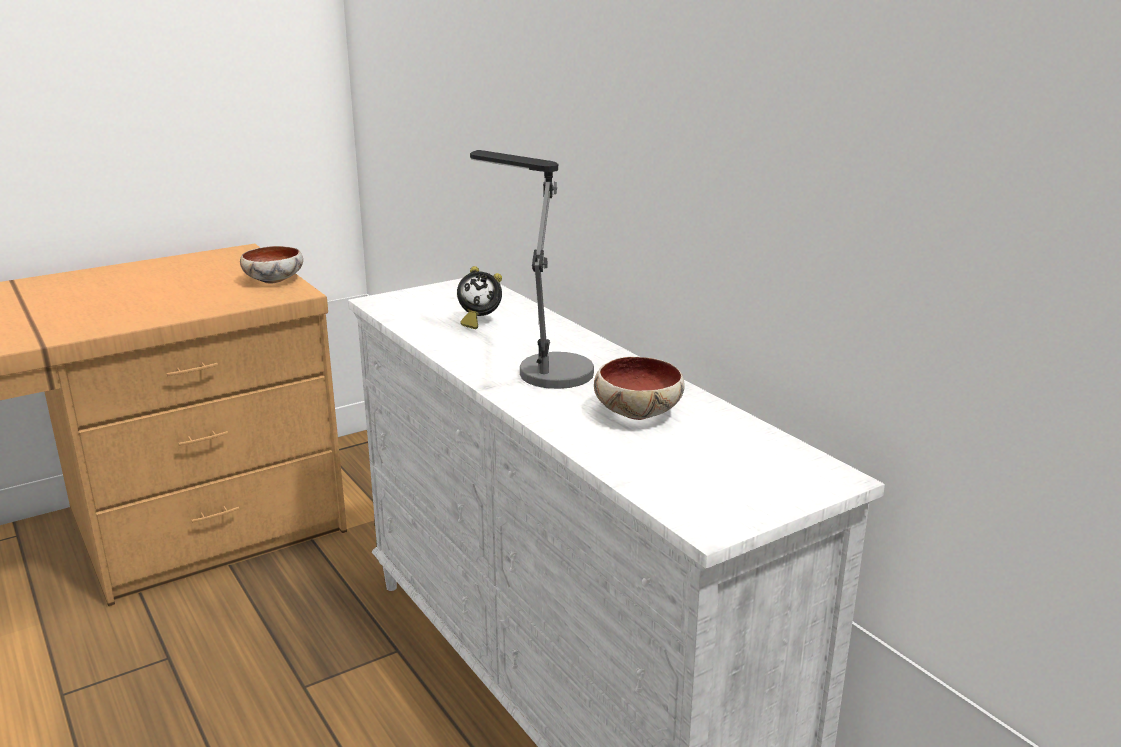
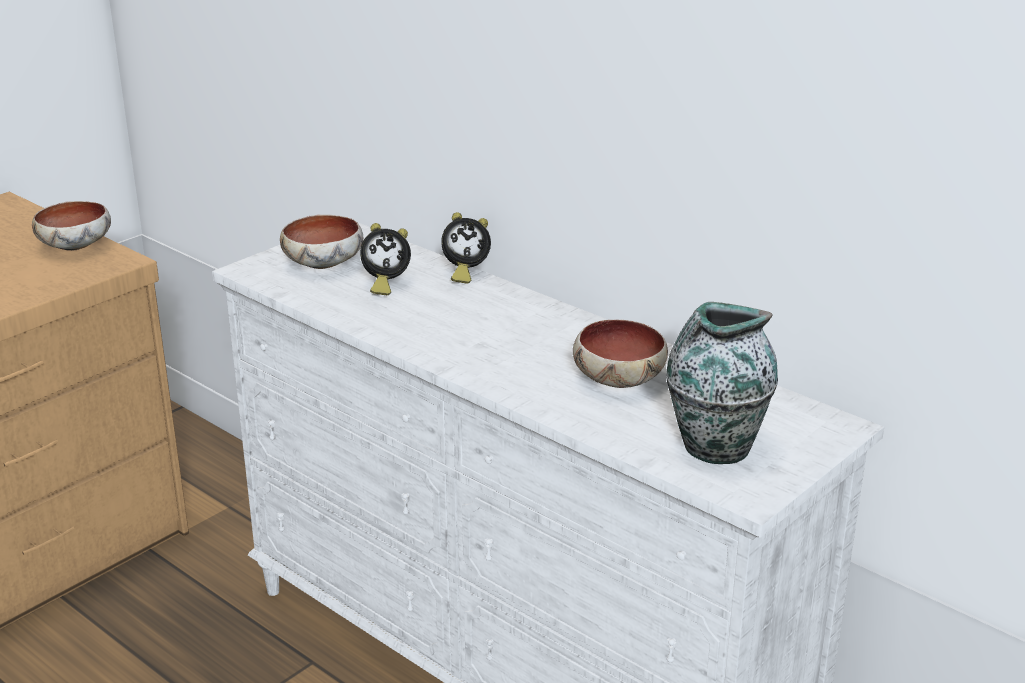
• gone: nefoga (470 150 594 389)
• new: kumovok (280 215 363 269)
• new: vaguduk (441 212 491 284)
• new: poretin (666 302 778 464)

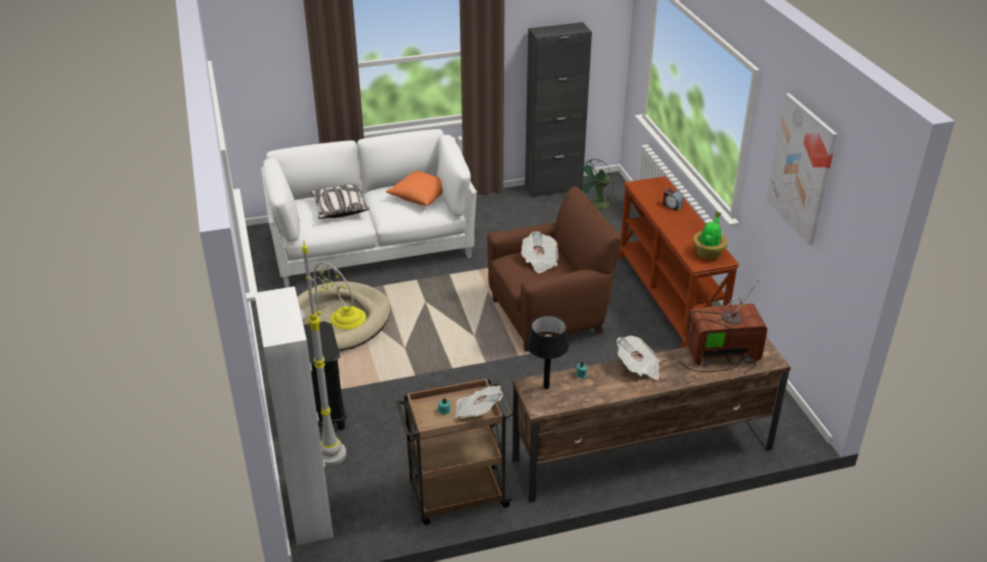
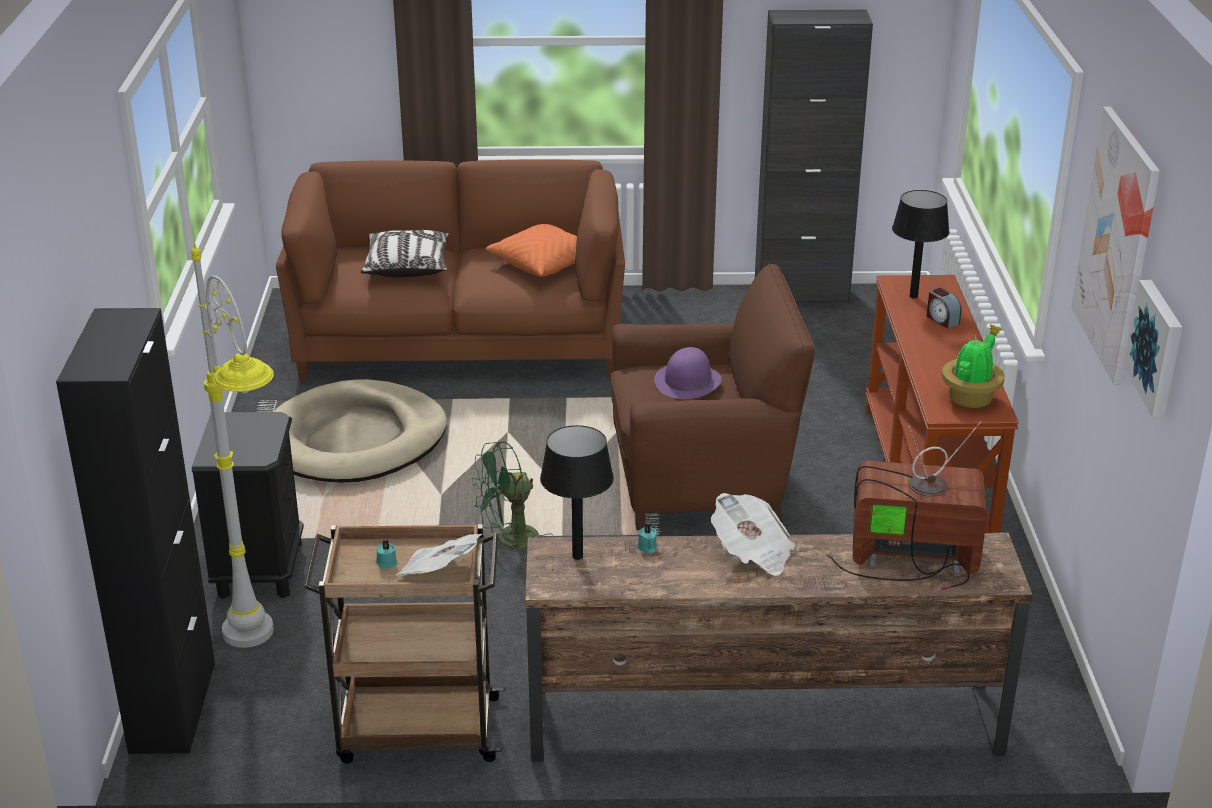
• new: black nefoga (892 190 950 299)
• new: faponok (1123 280 1182 417)
• shifted: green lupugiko (577 159 615 212) to (472 441 554 558)
• swapped: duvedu (521 231 558 273) to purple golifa (654 347 722 399)
• repainted: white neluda (254 286 333 545) to black neluda (56 308 215 754)
• repainted: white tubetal (261 129 477 288) to brown tubetal (276 159 625 381)

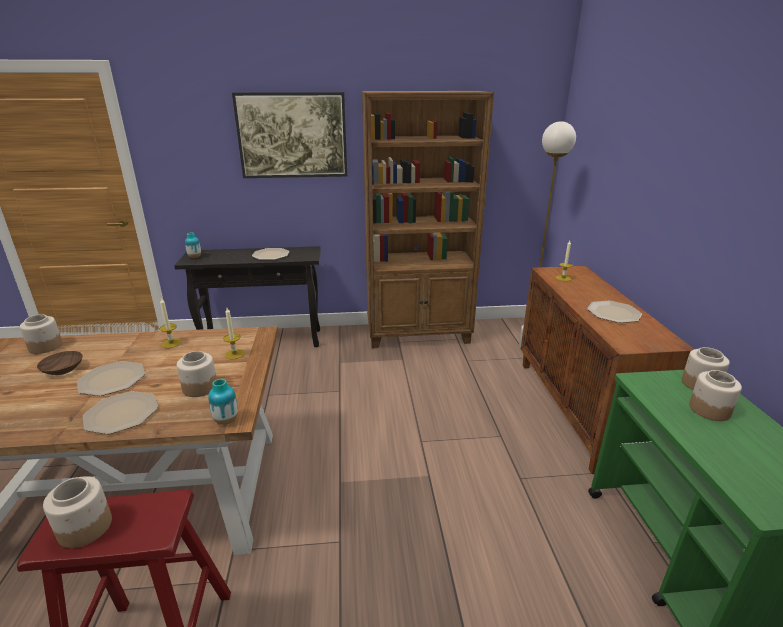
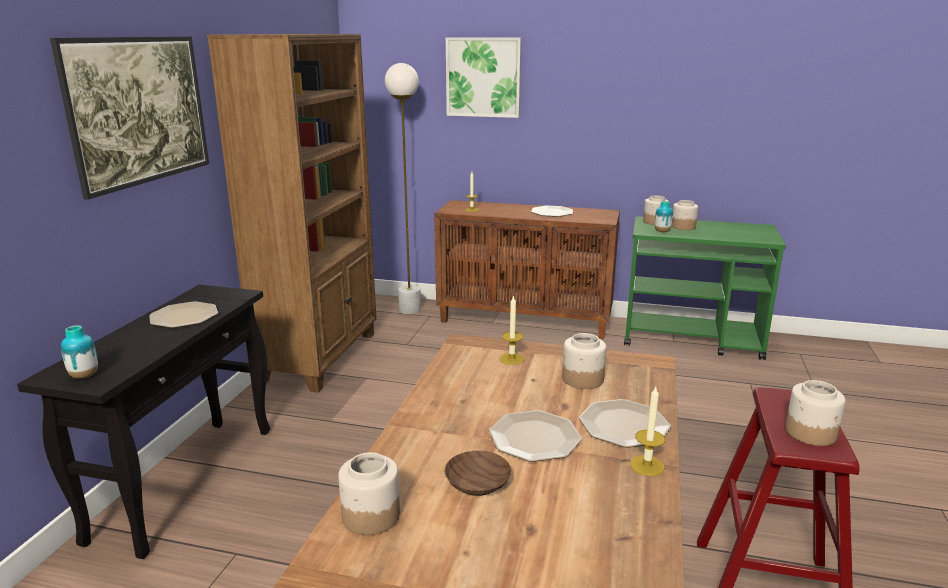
• new: faponok (446 37 522 118)
• shifted: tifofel (159 298 182 348) to (630 387 665 476)
• shifted: poretin (208 379 238 425) to (655 201 673 232)

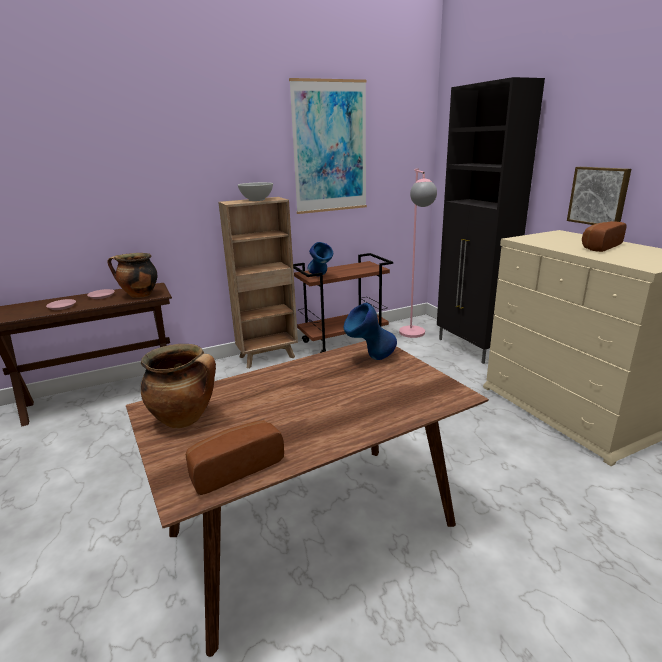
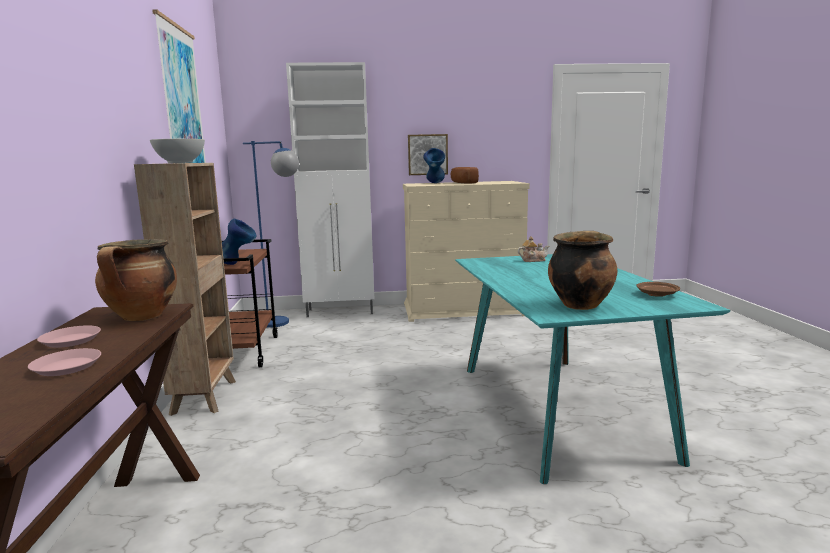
• new: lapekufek (518 236 549 262)
• shifted: blue poretin (344 303 397 360) to (423 148 445 183)
• swapped: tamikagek (186 420 284 495) to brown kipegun (636 282 680 297)
• repainted: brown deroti (126 341 489 657) to turquoise deroti (455 254 730 484)
• repainted: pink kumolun (399 169 437 338) to blue kumolun (243 141 299 328)
• repainted: black neluda (437 77 545 364) to white neluda (286 62 374 317)

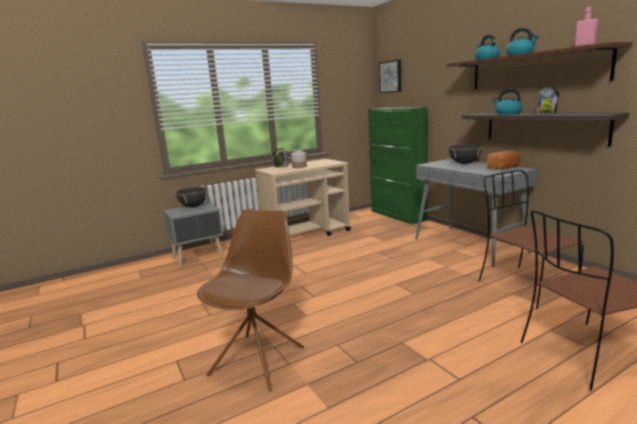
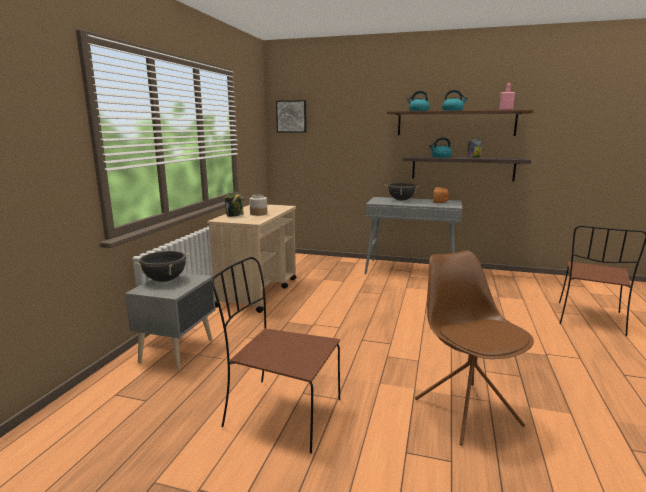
• gone: green neluda (368 107 428 224)
• shifted: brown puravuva (479 170 585 309) to (212 257 340 453)

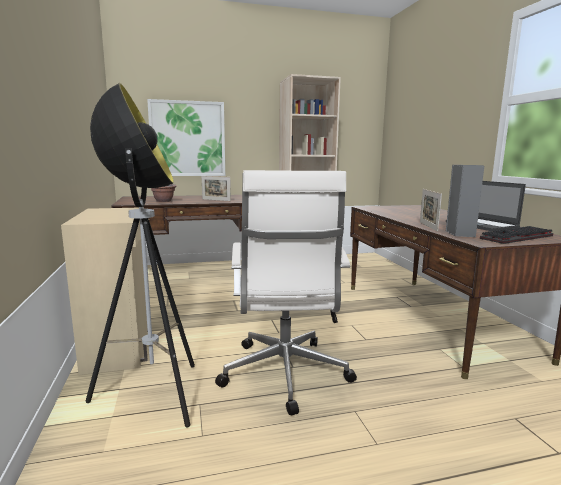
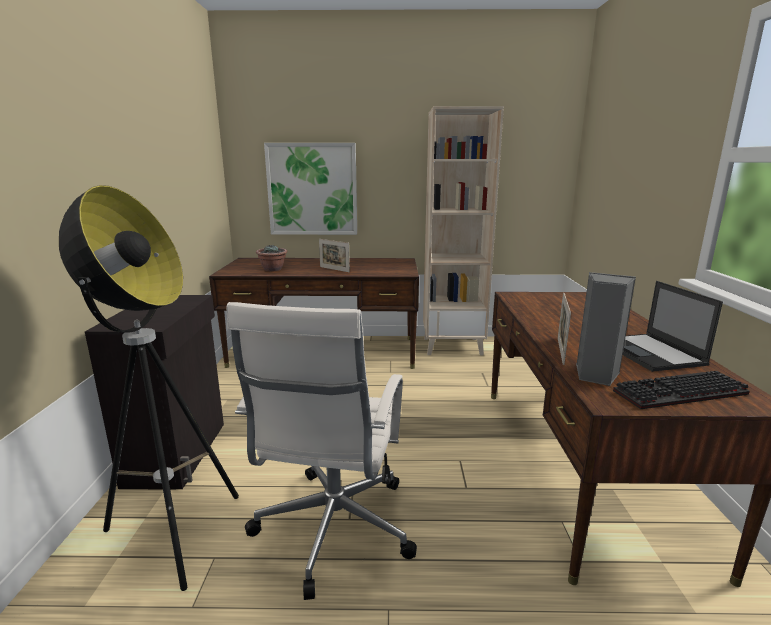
• repainted: beige neluda (61 207 148 375) to black neluda (85 295 224 490)

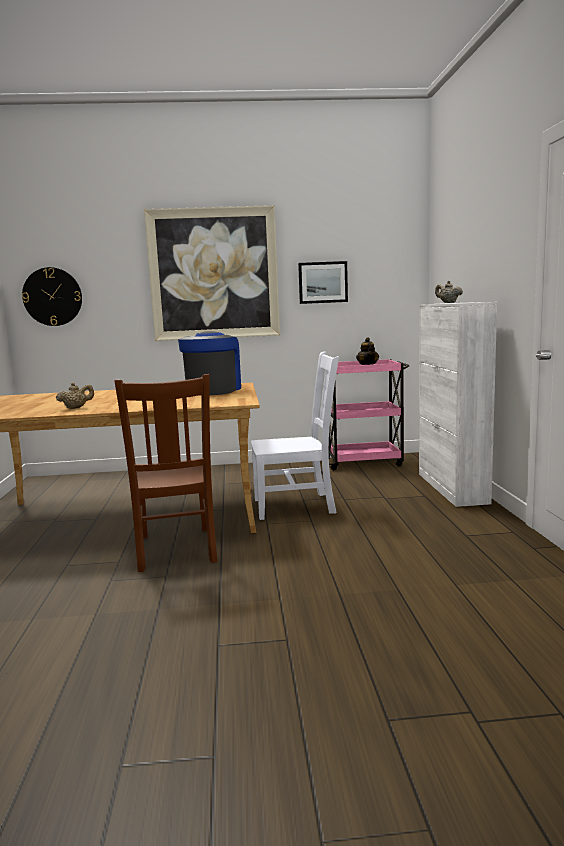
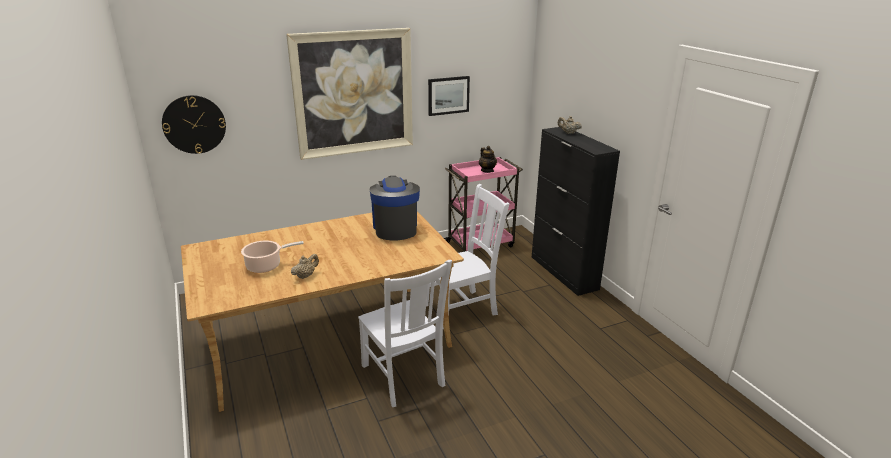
• new: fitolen (241 241 304 273)
• repainted: brown puravuva (114 374 217 572) to white puravuva (358 260 452 407)
• repainted: white neluda (419 302 497 507) to black neluda (532 127 620 296)

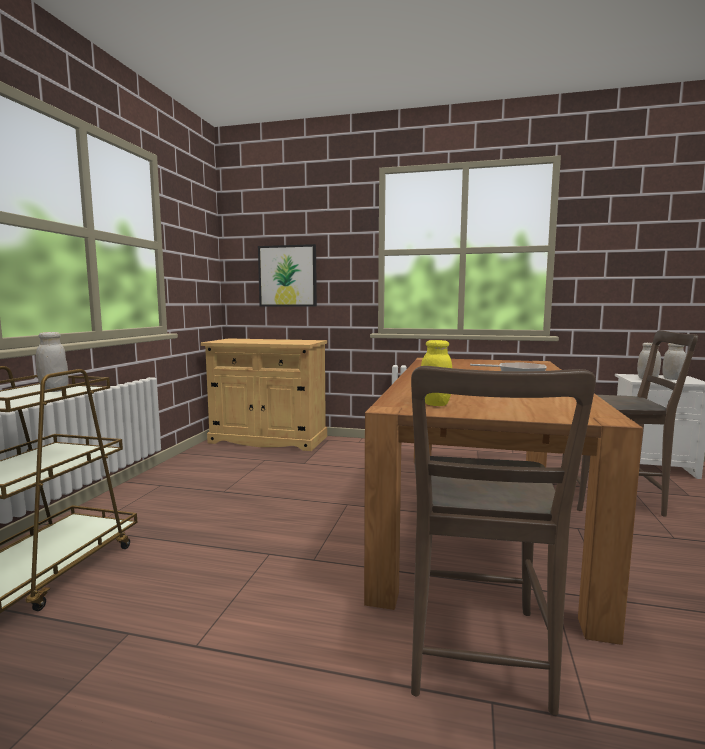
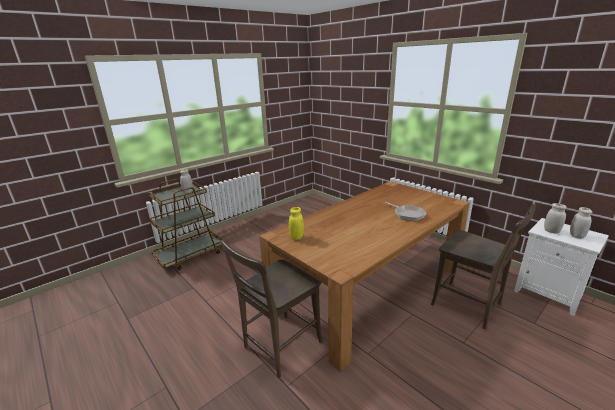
• gone: beige neluda (201 338 327 451)
• gone: faponok (258 244 317 306)

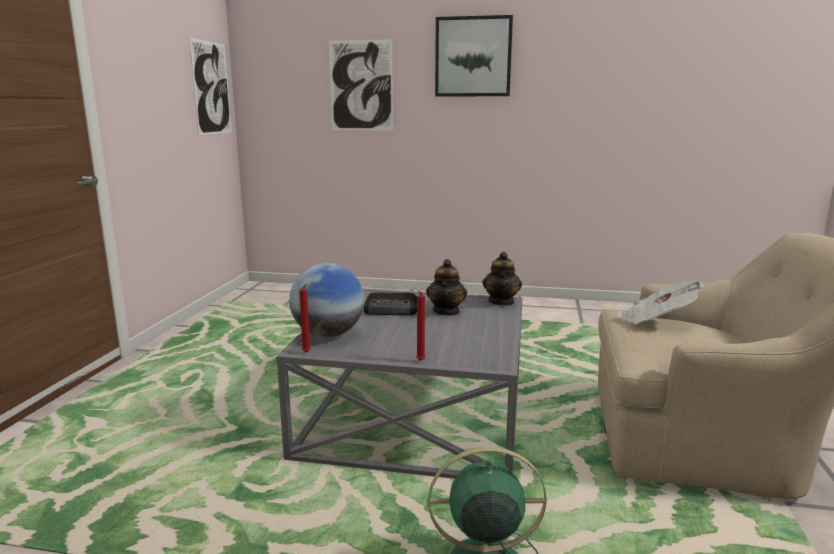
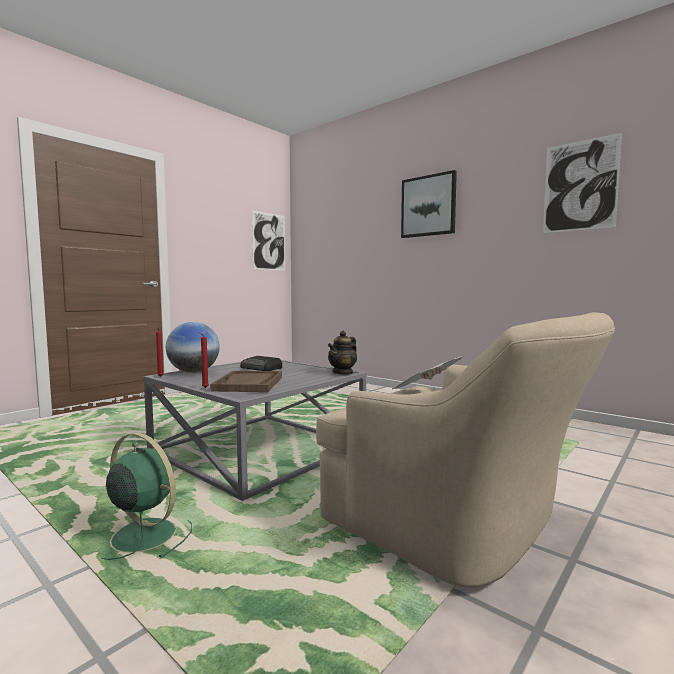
• gone: lapekufek (426 259 467 316)
• new: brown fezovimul (210 371 282 392)
• shifted: faponok (329 39 393 130) to (543 133 622 233)

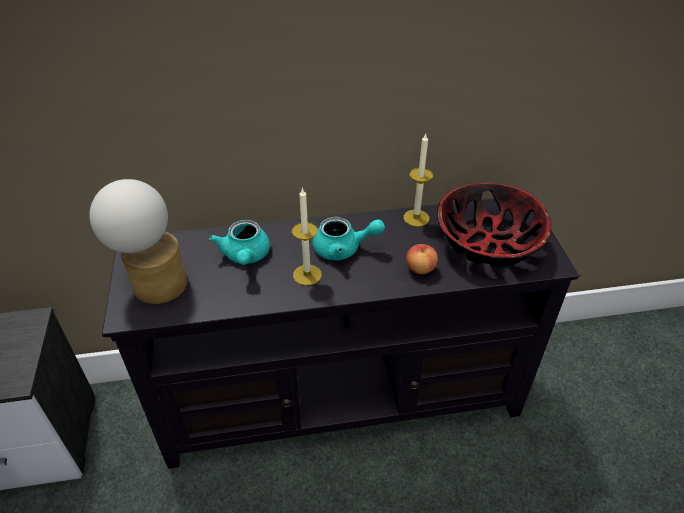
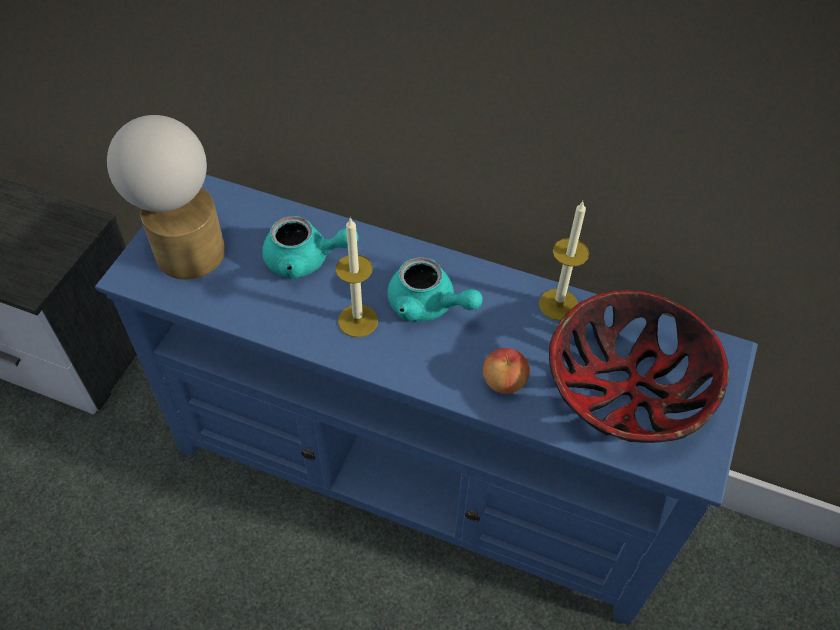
• repainted: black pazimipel (102 199 581 469) to blue pazimipel (95 175 758 625)
• rotated: turquoise lapekufek (209 220 270 265) = (262 216 358 279) 105 degrees counterclockwise

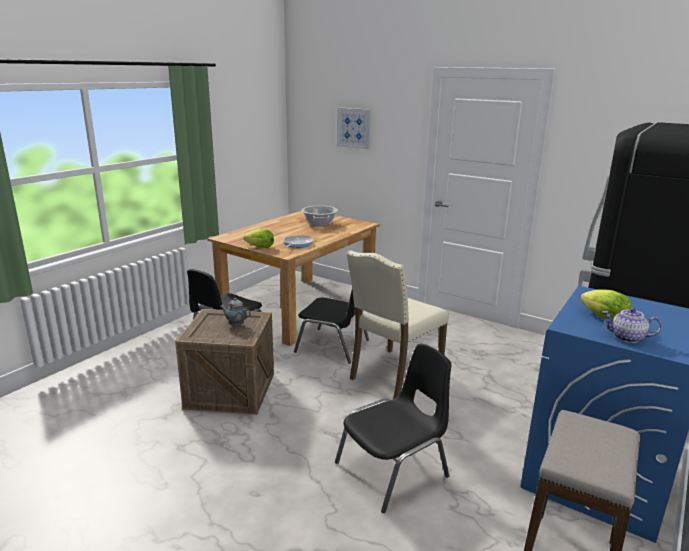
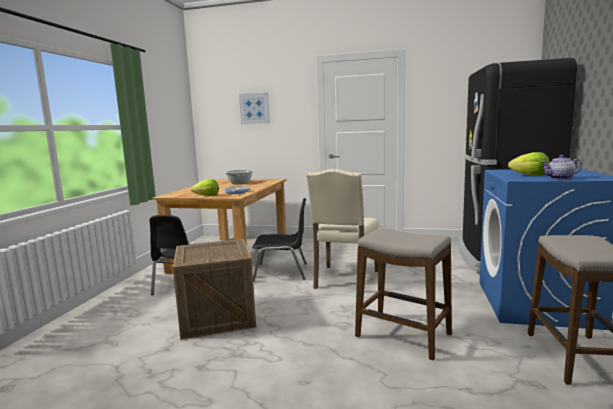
• gone: lapekufek (220 298 251 326)
• swapped: black puravuva (335 344 452 513) to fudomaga (355 228 452 360)

